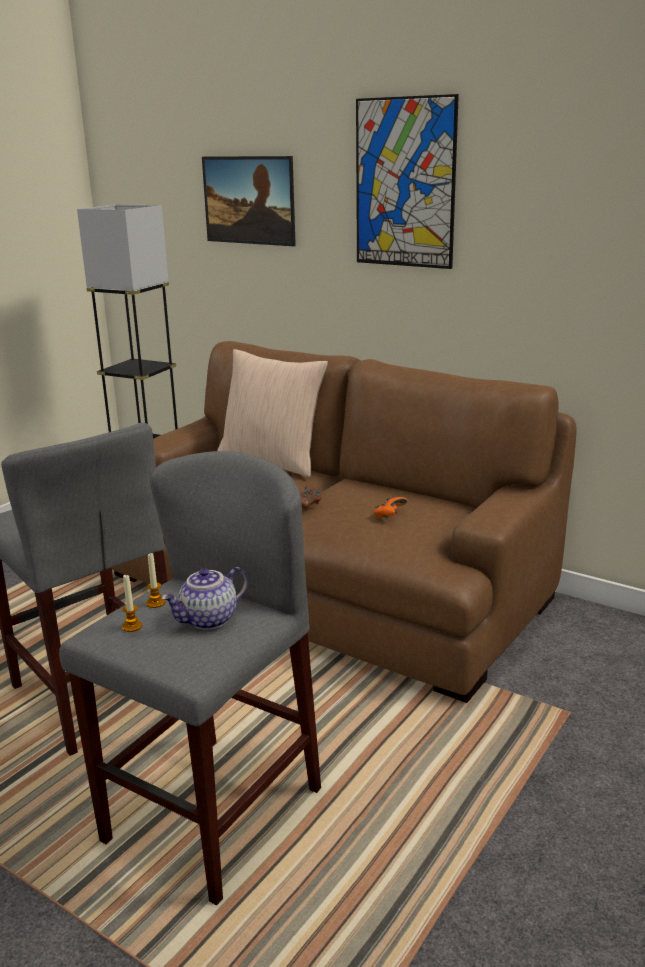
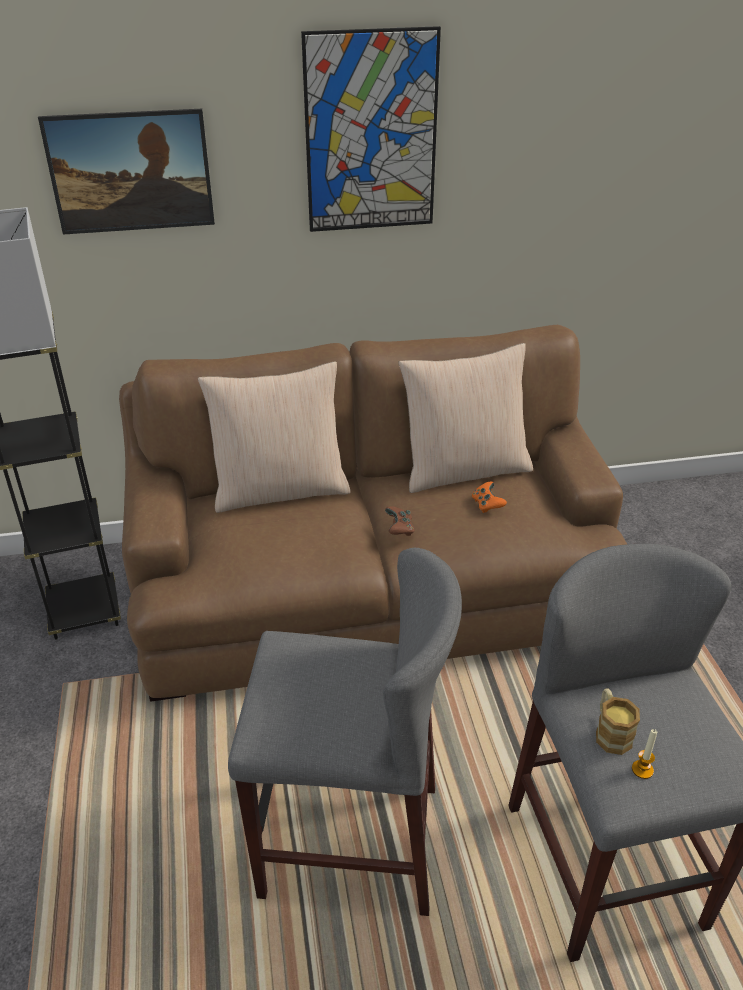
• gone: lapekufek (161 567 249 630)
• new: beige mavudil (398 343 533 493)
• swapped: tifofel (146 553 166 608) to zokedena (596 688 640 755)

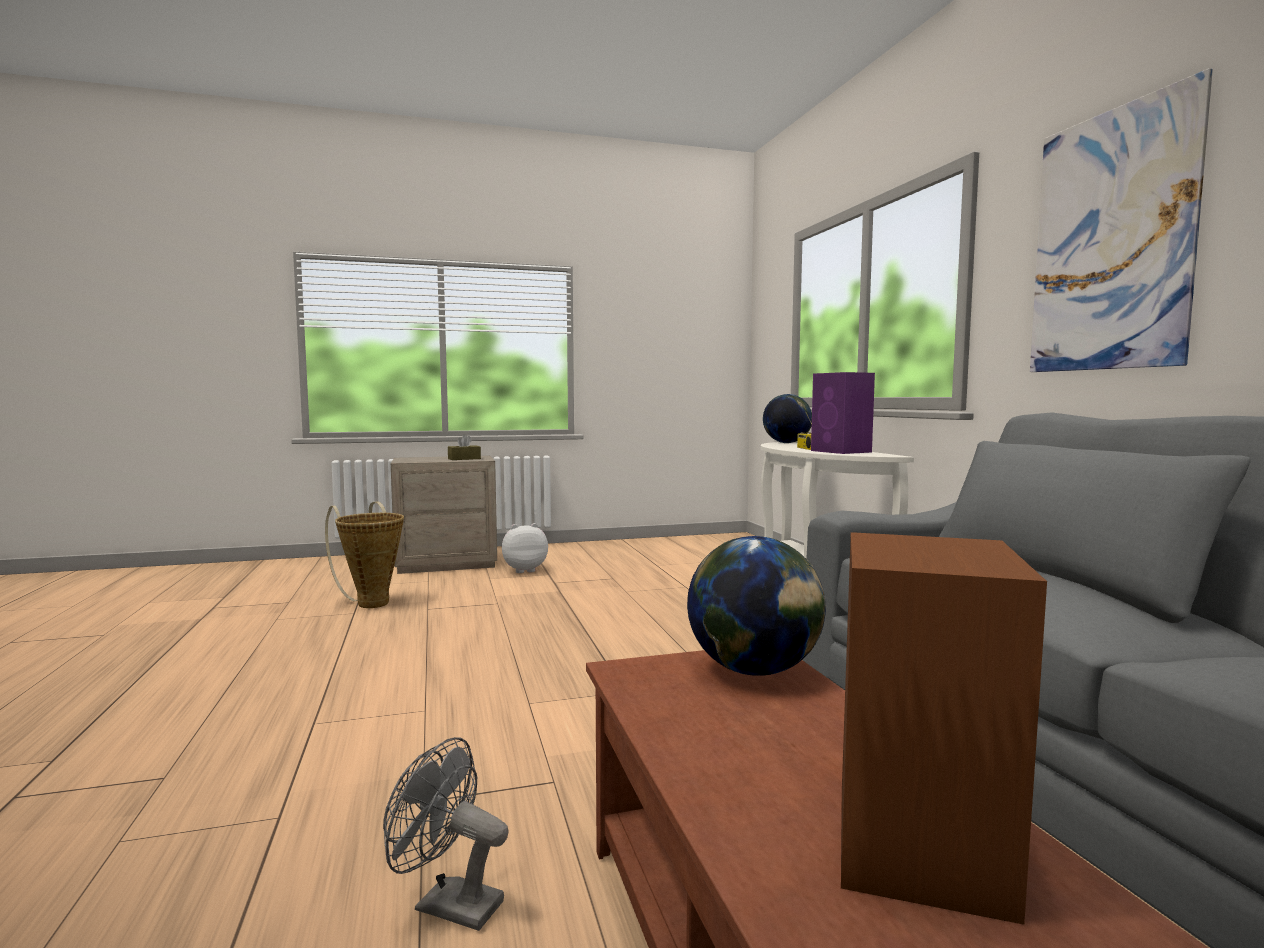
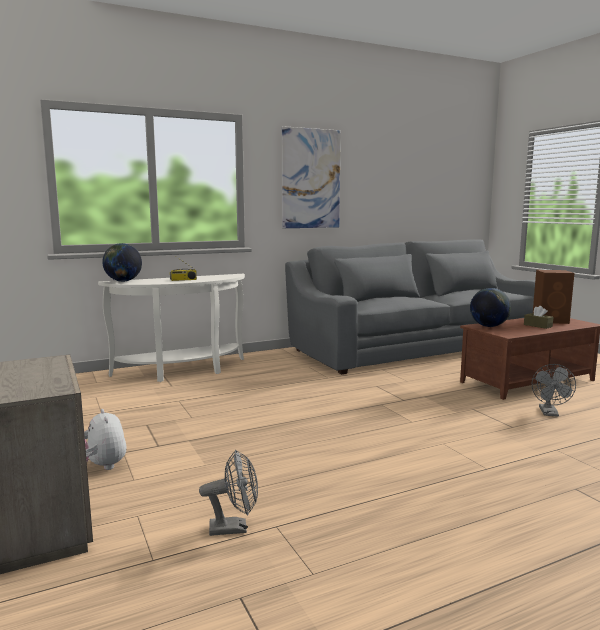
• gone: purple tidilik (811 372 875 454)
• shifted: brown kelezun (448 434 481 460) to (524 306 553 329)
• swapped: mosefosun (325 501 404 608) to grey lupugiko (199 450 258 536)

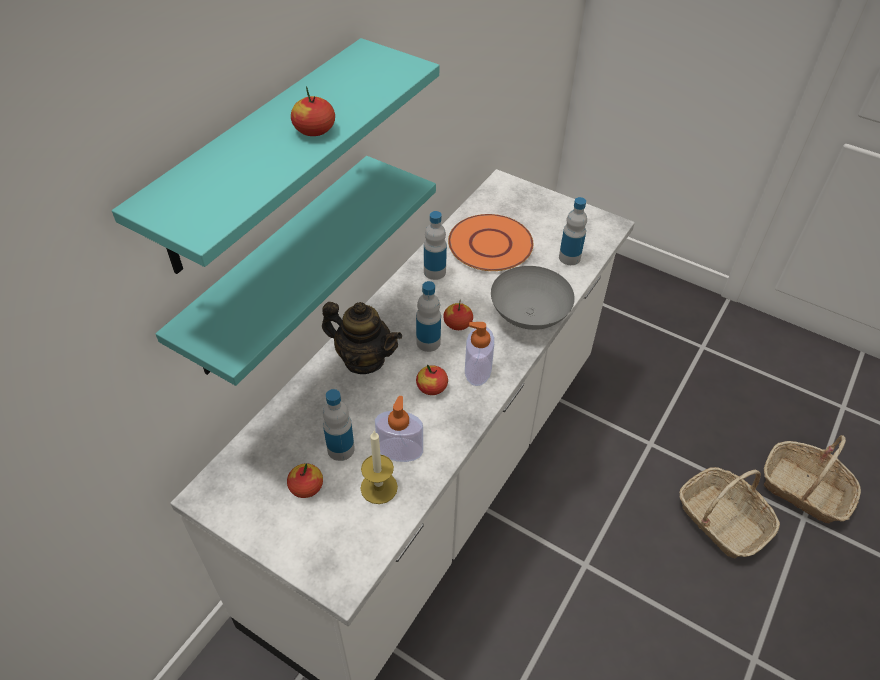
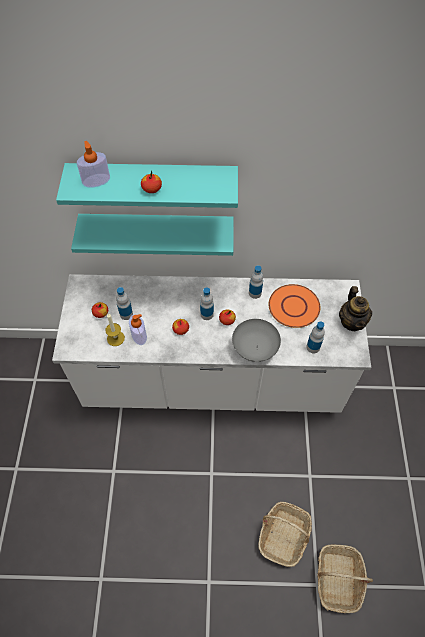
• shifted: lapekufek (322 302 402 374) to (339 286 372 331)
• shifted: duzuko (465 322 494 386) to (77 141 110 187)

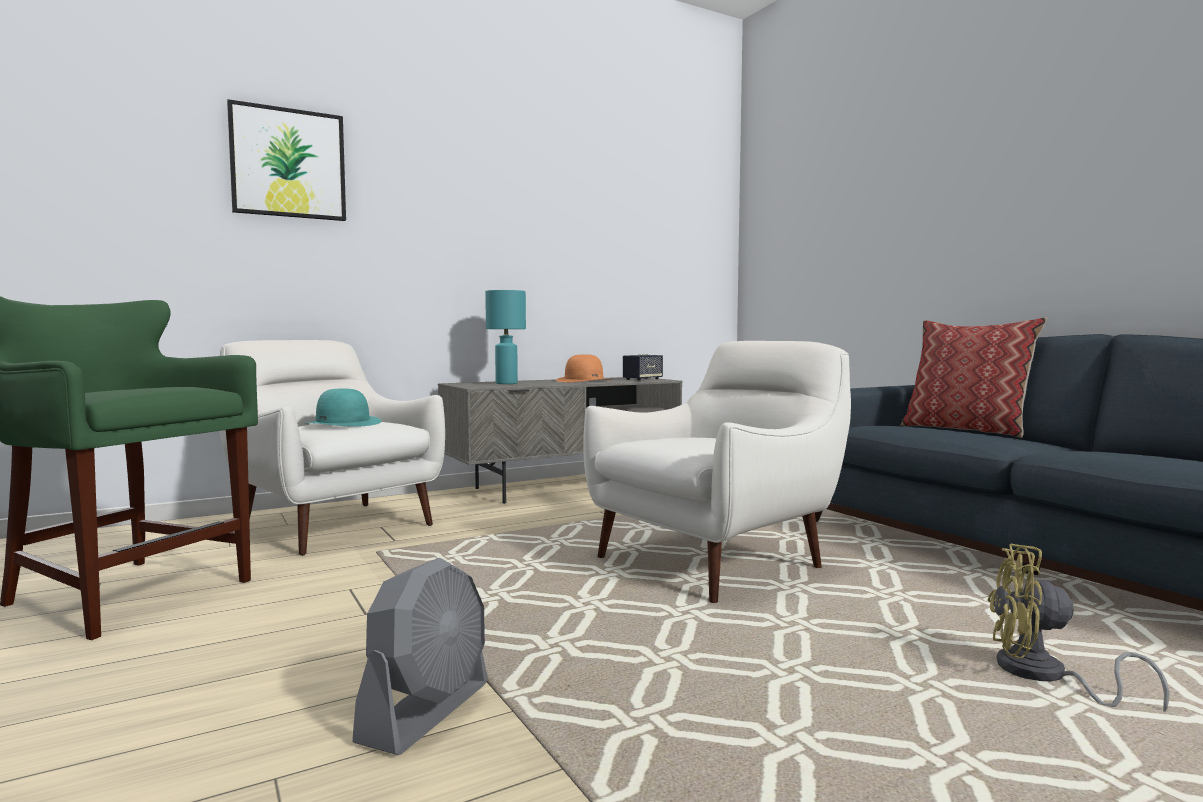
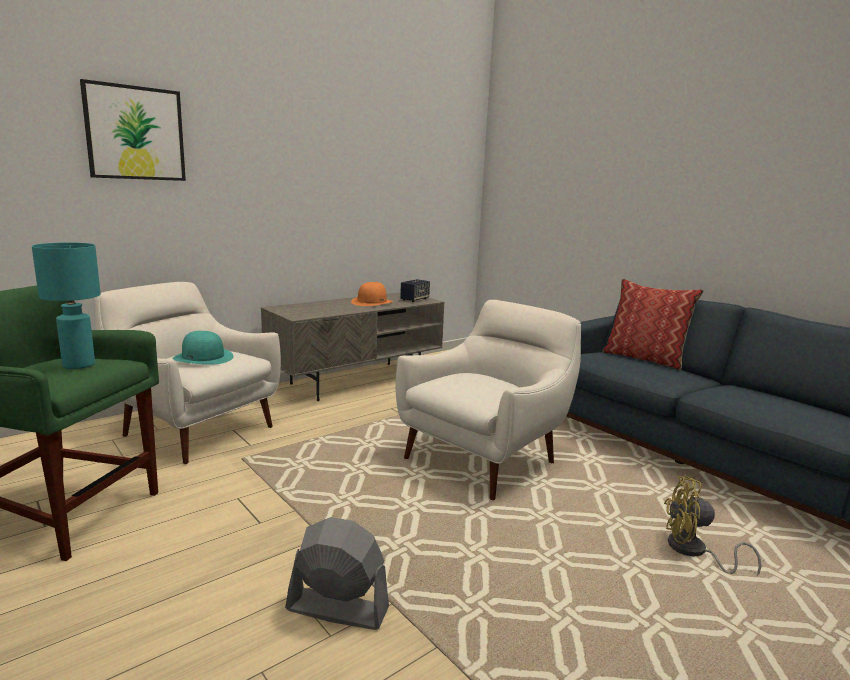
• shifted: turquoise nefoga (485 290 526 384) to (32 243 101 369)
• rotated: grey lupugiko (352 558 488 755) = (285 517 389 630) 90 degrees counterclockwise

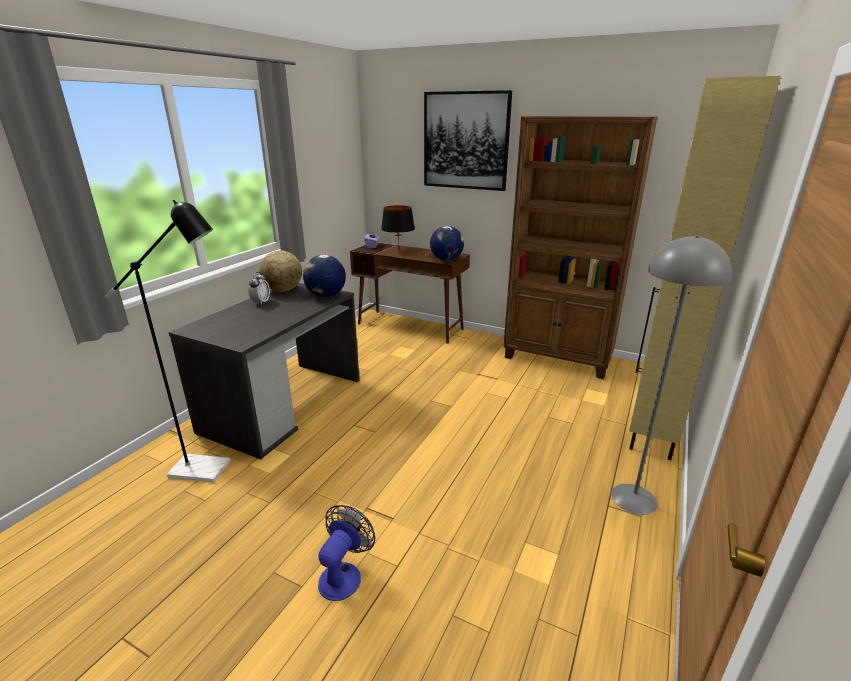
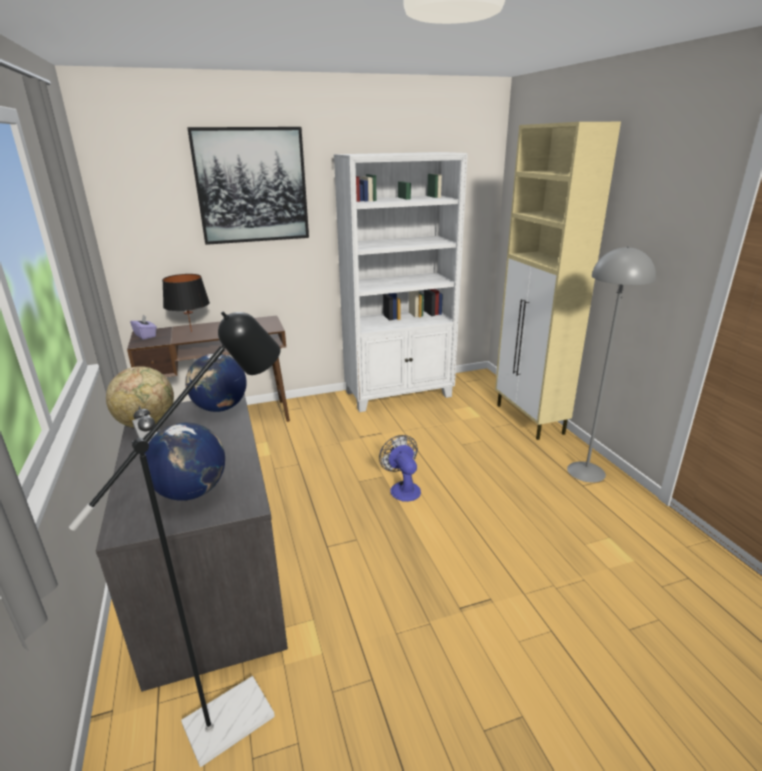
• shifted: lupugiko (318 505 375 601) to (379 435 421 502)
• shifted: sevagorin (430 226 464 261) to (144 422 225 501)
• repainted: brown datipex (503 116 658 379) to white datipex (334 152 468 412)

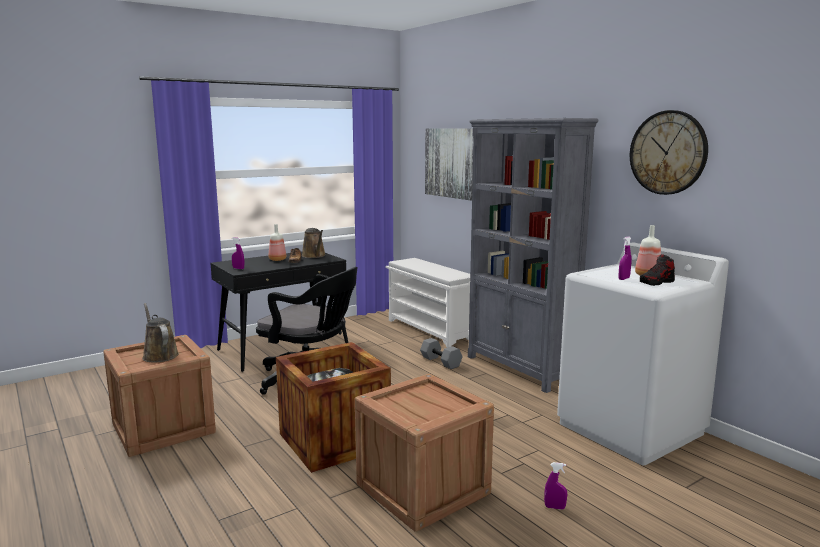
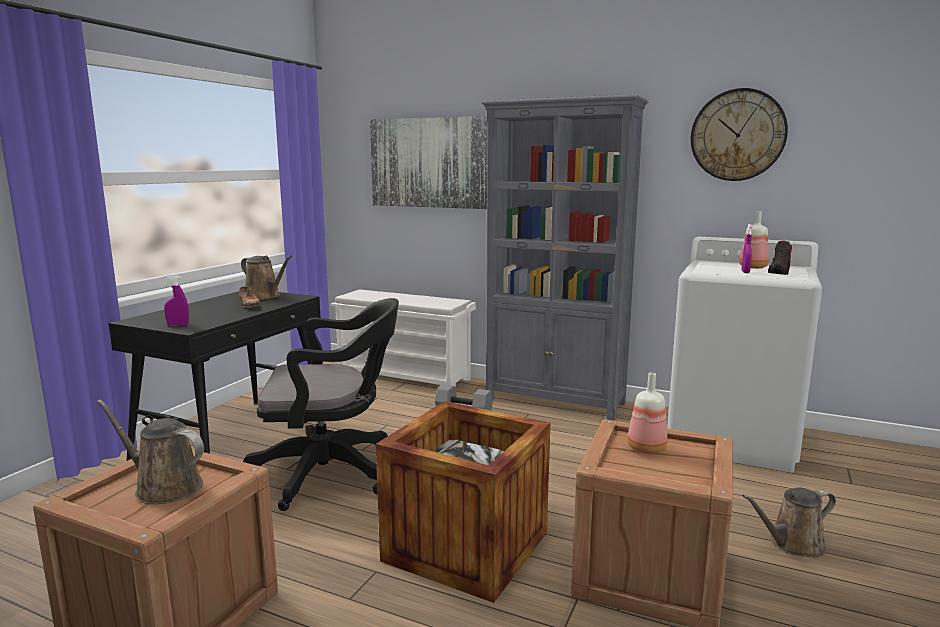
• shifted: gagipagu (269 224 286 261) to (627 373 667 454)
• swapped: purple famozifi (544 462 567 510) to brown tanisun (742 487 836 557)

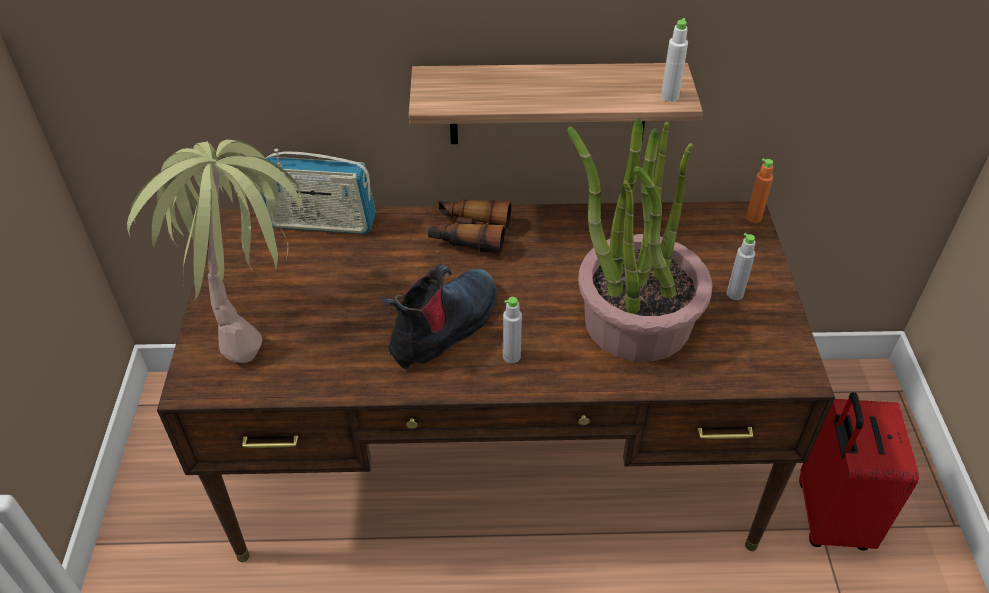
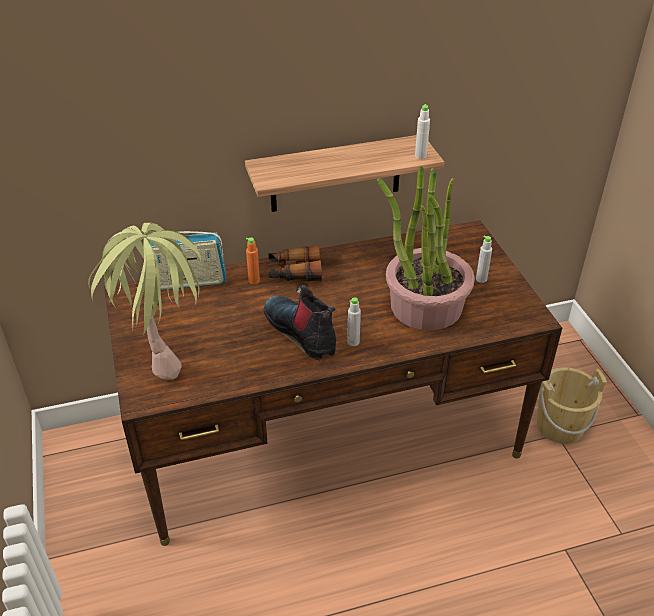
• shifted: orange gagipagu (746 159 774 223) to (246 238 260 284)
• swapped: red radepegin (799 392 919 550) to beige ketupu (537 367 607 444)
• rotated: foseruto (381 264 497 369) = (264 285 336 360) 60 degrees counterclockwise

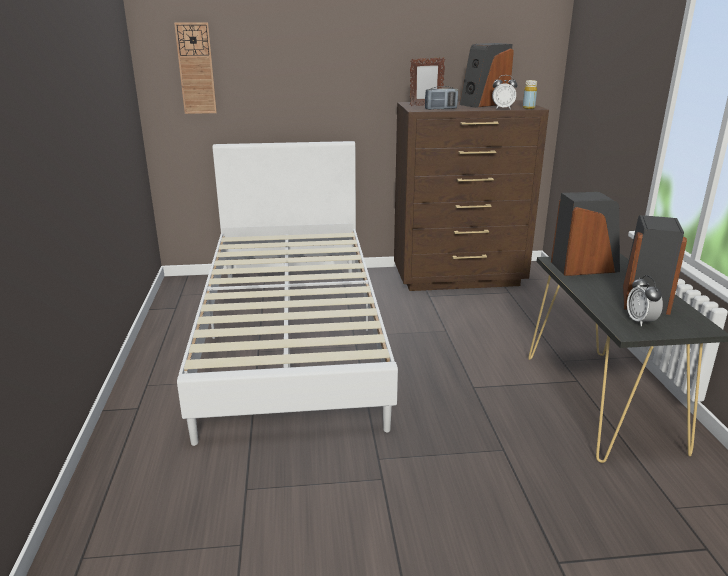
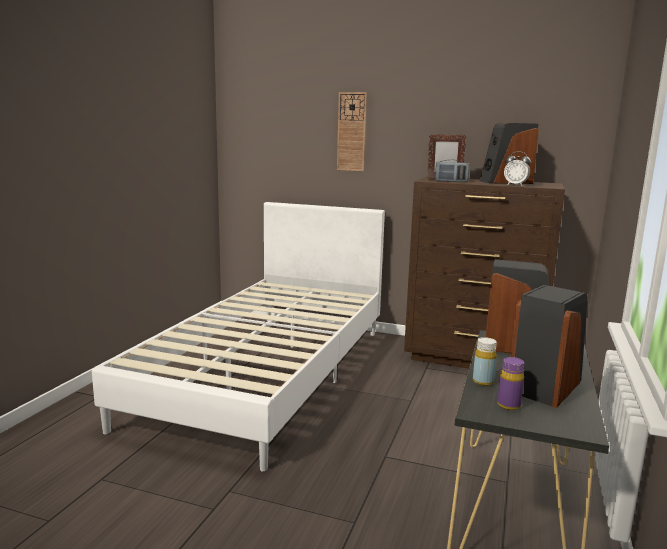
• shifted: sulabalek (174 22 217 114) to (337 92 367 171)
• shifted: yellow gagipagu (523 80 537 109) to (473 337 497 386)
• swapped: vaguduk (627 275 663 327) to purple gagipagu (497 357 524 410)

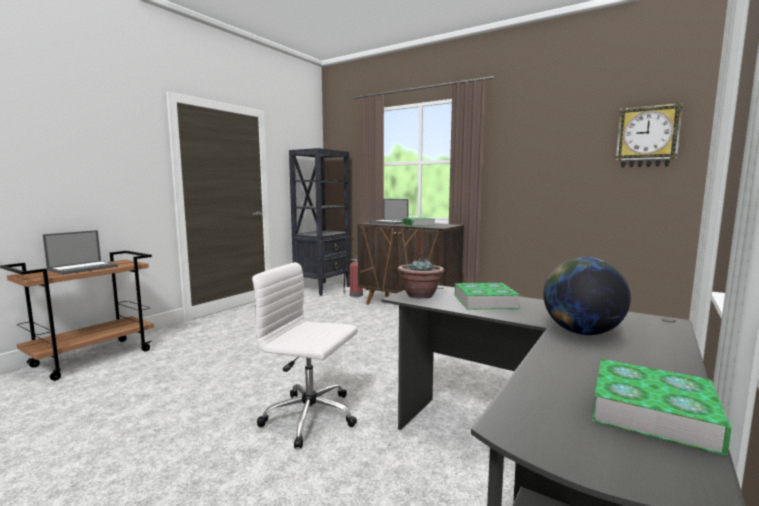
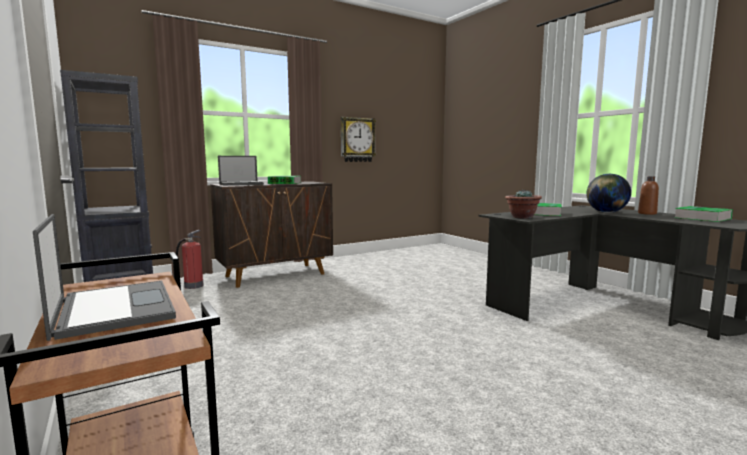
• gone: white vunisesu (252 262 358 448)
• new: brown gagipagu (638 176 659 215)
• shifted: sulabalek (616 103 683 168) to (341 117 376 162)

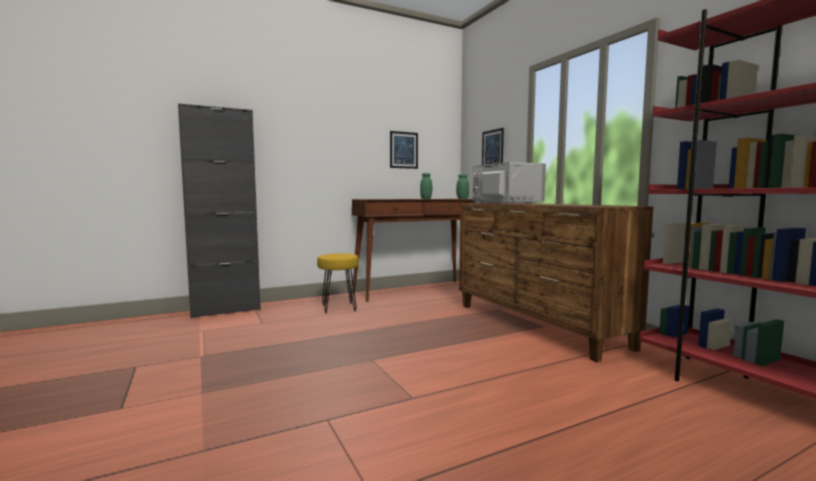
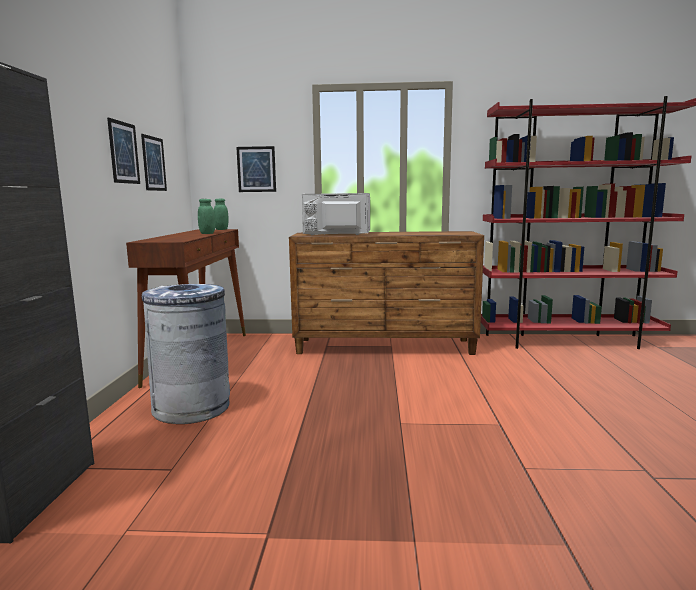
• new: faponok (107 118 140 184)
• swapped: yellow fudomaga (317 253 359 313) to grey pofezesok (142 284 230 424)

